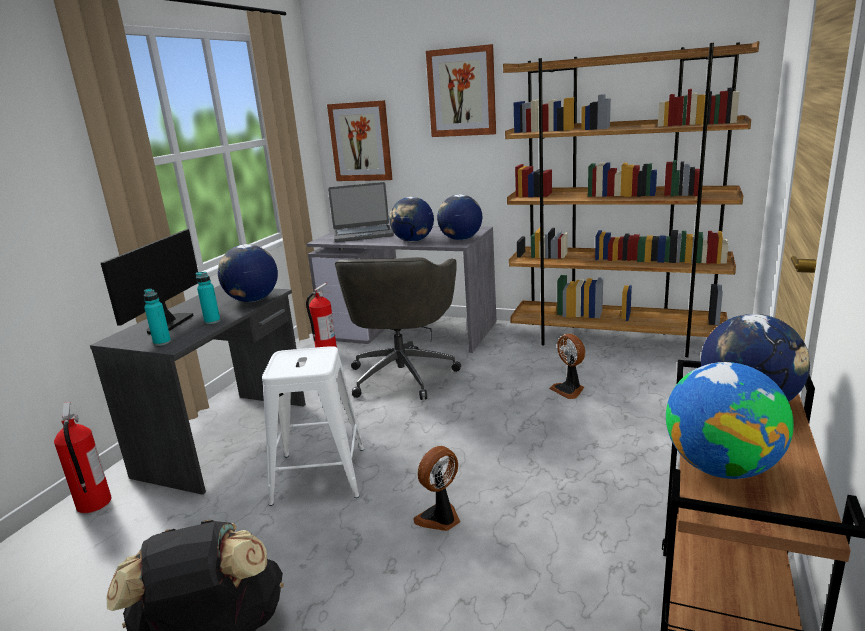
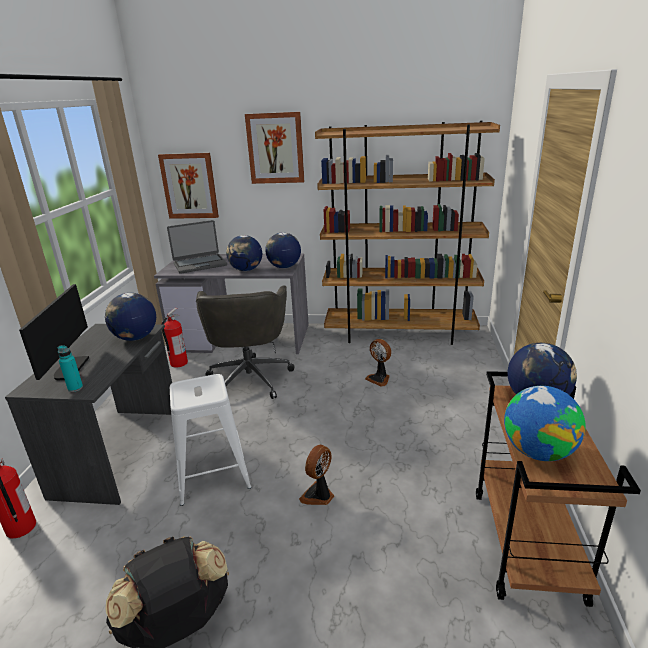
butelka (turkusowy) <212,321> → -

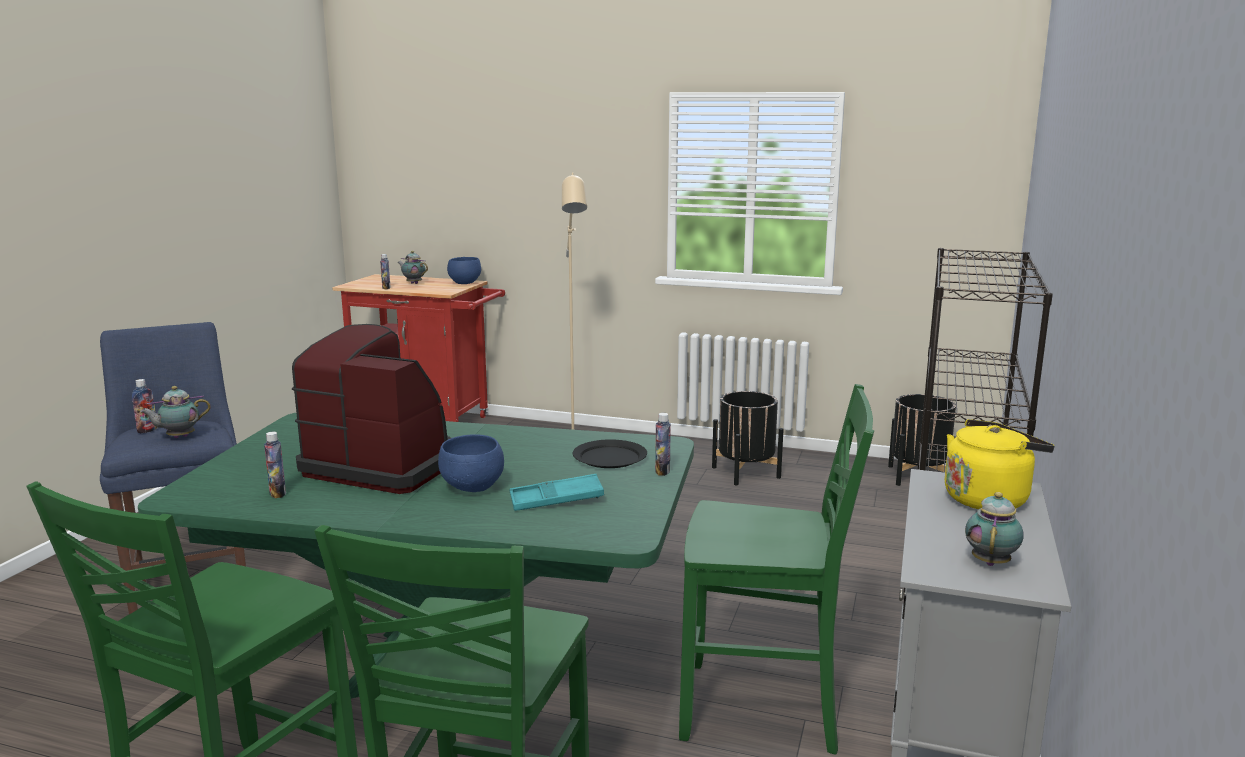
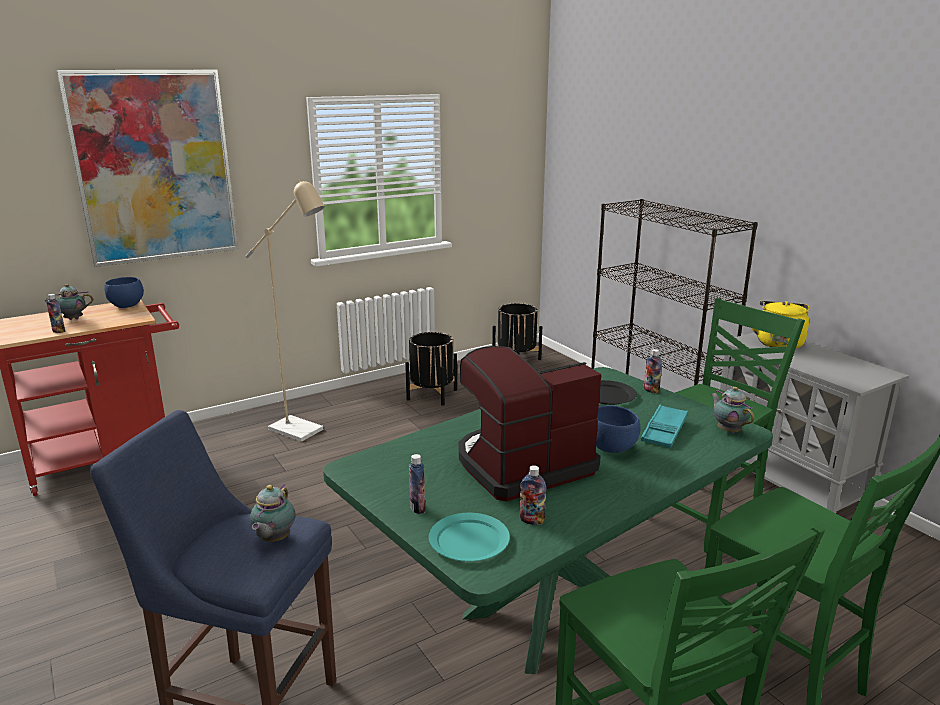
butelka <147,430> → butelka <417,508>, moved
imbryk <991,561> → imbryk <728,430>, moved
- → obraz <155,167>
- → talerz (turkusowy) <469,541>

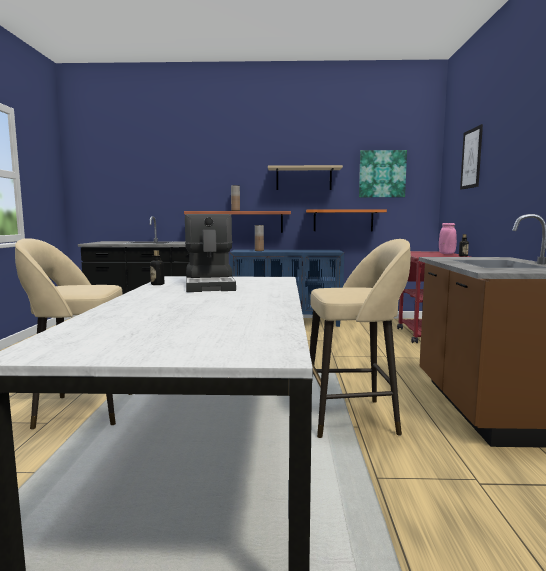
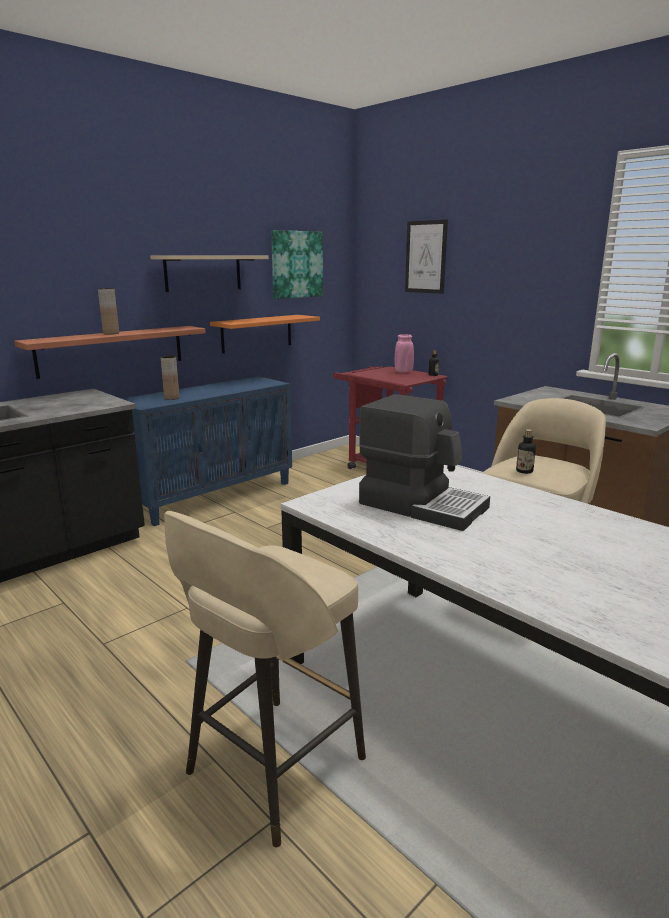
butelka <157,284> → butelka <524,471>, moved

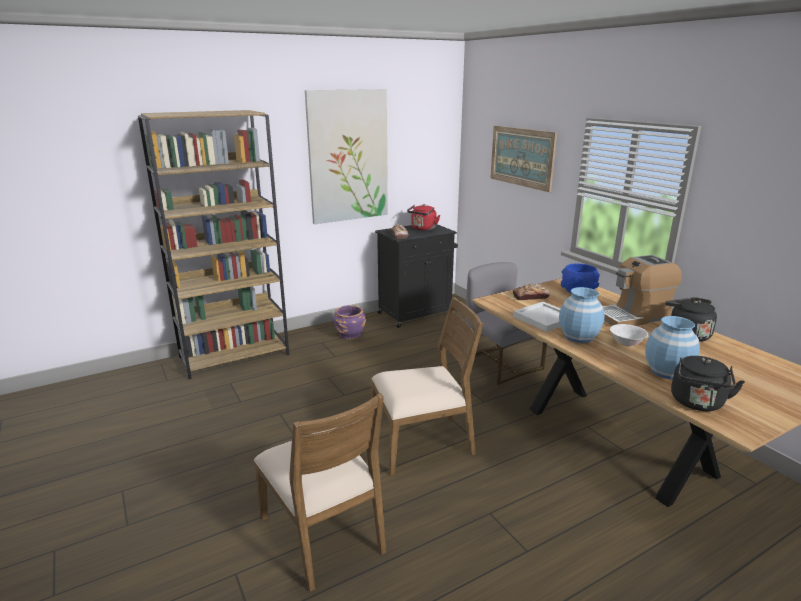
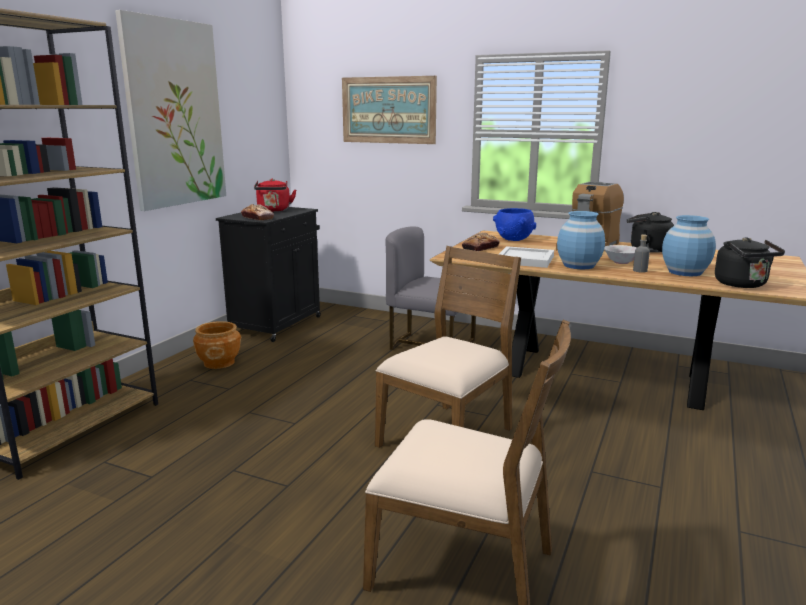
donica (fioletowy) <350,335> → donica (brązowy) <219,363>
- → butelka (szary) <640,270>

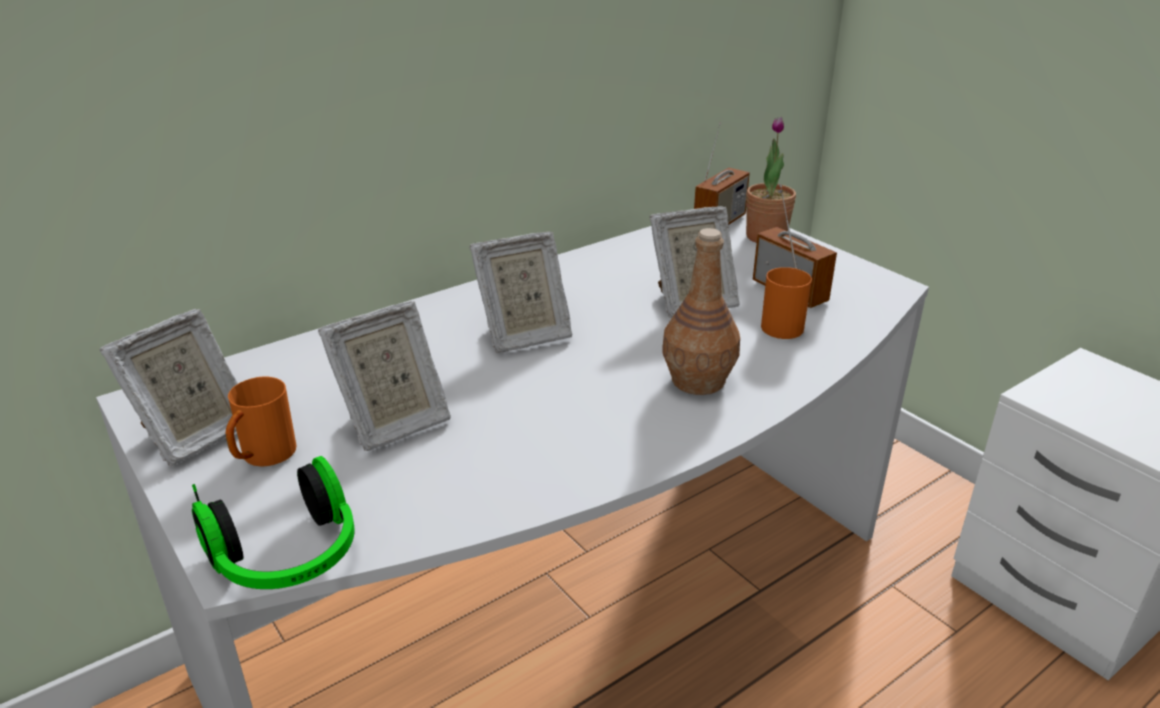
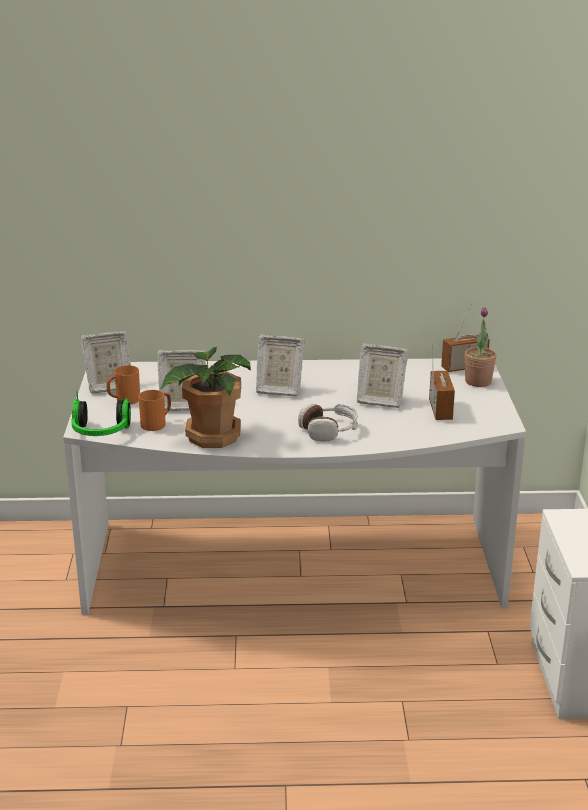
butelka (brązowy) <699,380> → słuchawki <329,430>
kubek (pomarańczowy) <781,325> → kubek (pomarańczowy) <157,424>, moved
- → roślina doniczkowa <211,436>

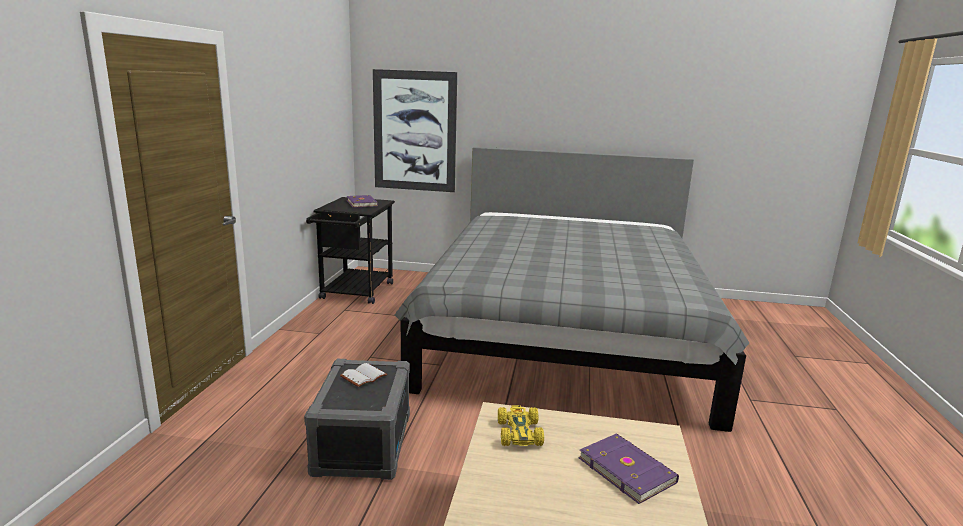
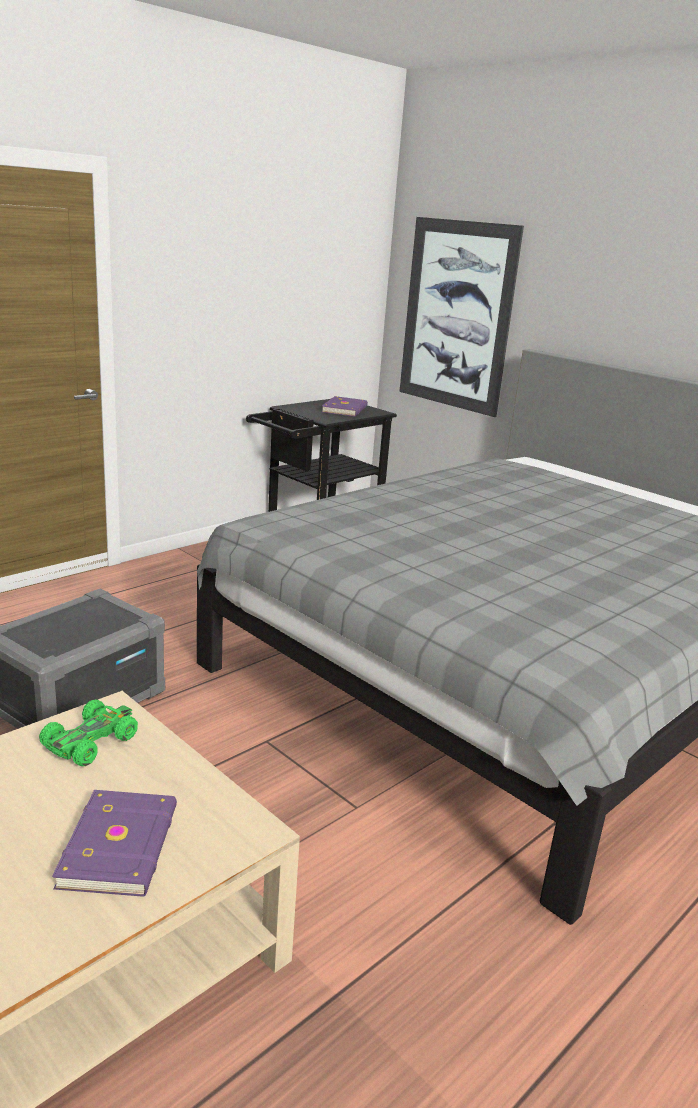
książka (biały) <363,376> → -
samochodzik (żółty) <519,432> → samochodzik (zielony) <91,741>

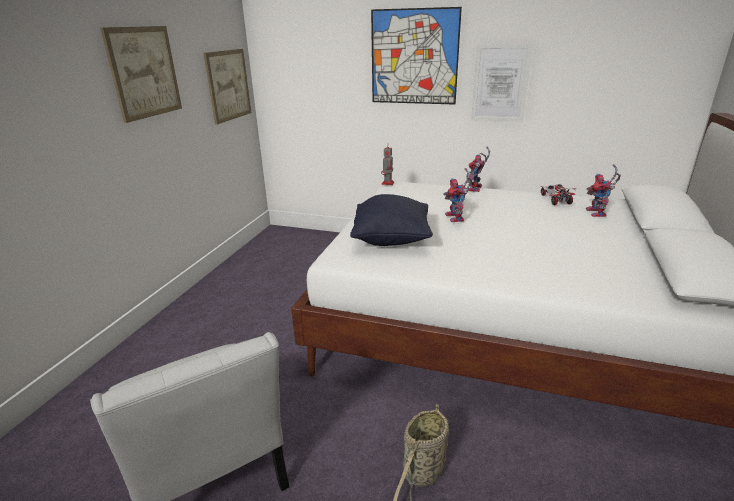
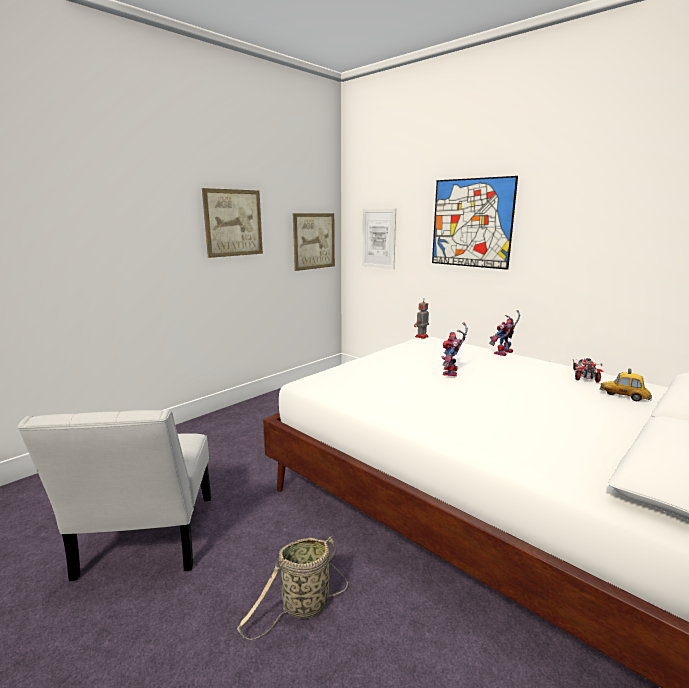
poduszka (czarny) <391,239> → -
obraz <500,83> → obraz <378,238>, moved
robot zabawkowy <598,213> → samochodzik <624,397>

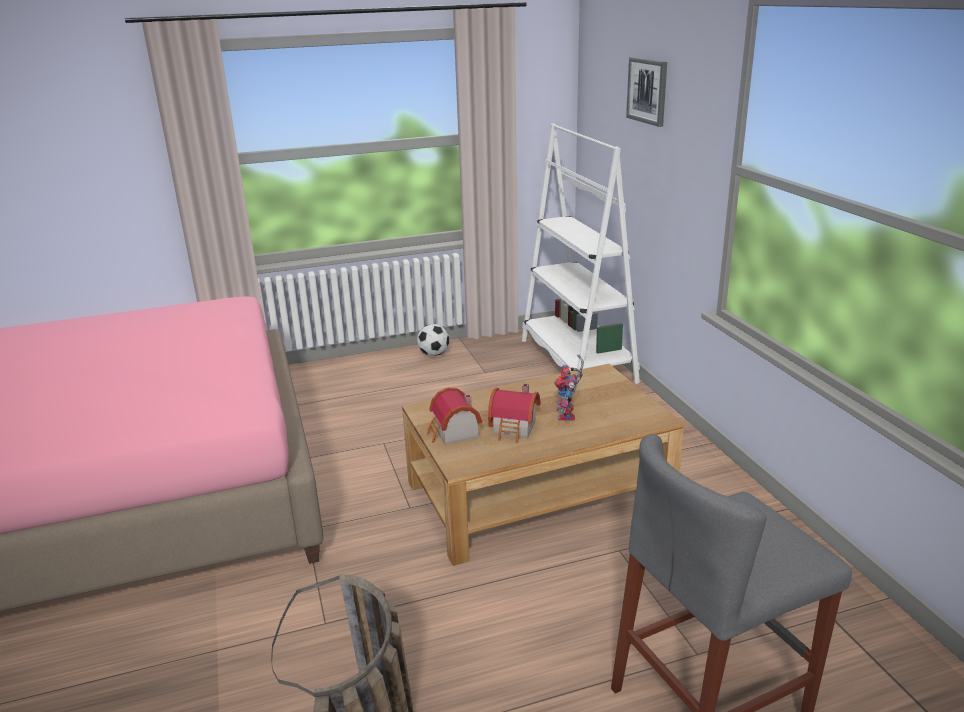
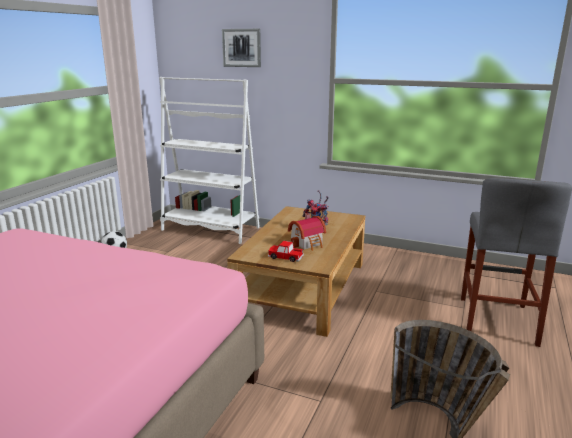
domek <453,434> → samochodzik <285,257>

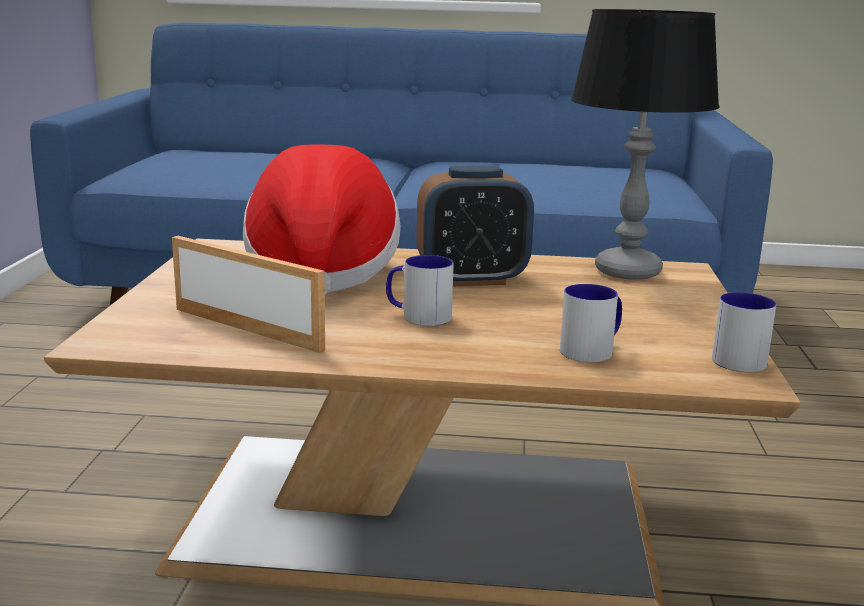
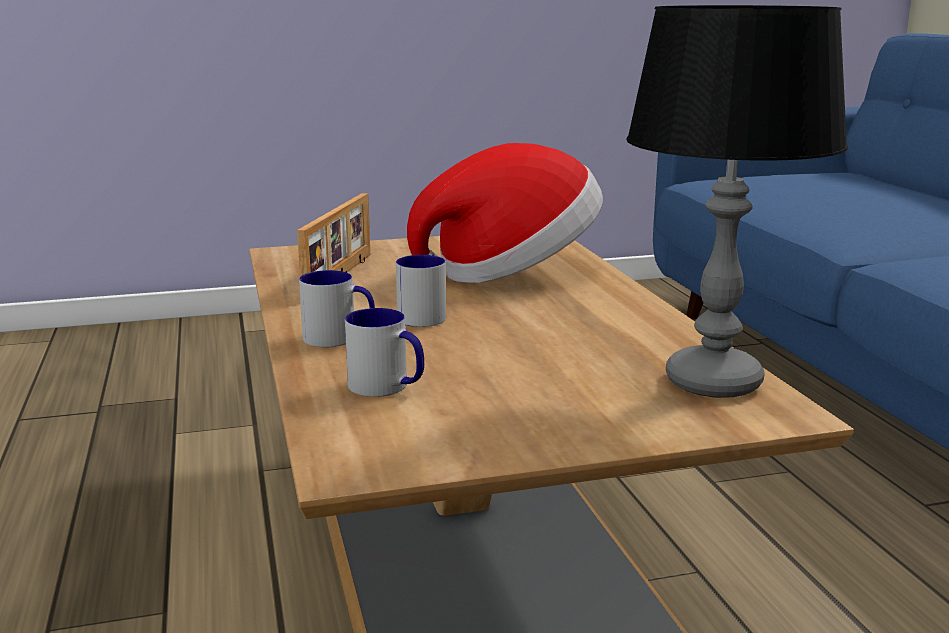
budzik <472,279> → -
kubek <741,358> → kubek <339,338>, moved

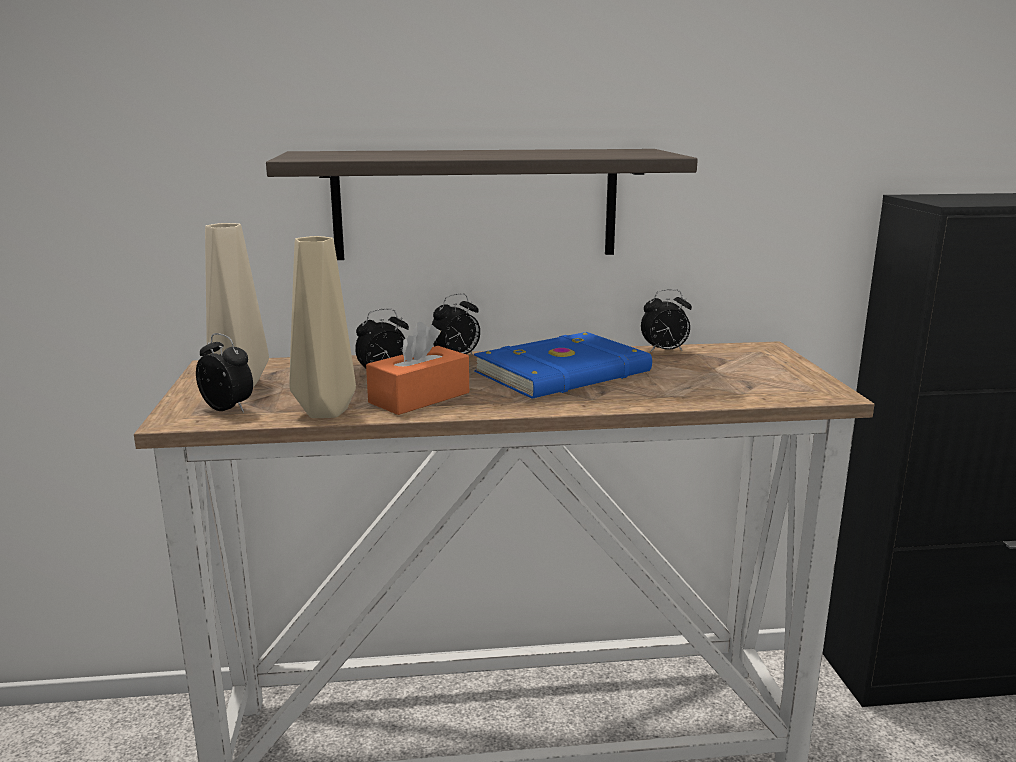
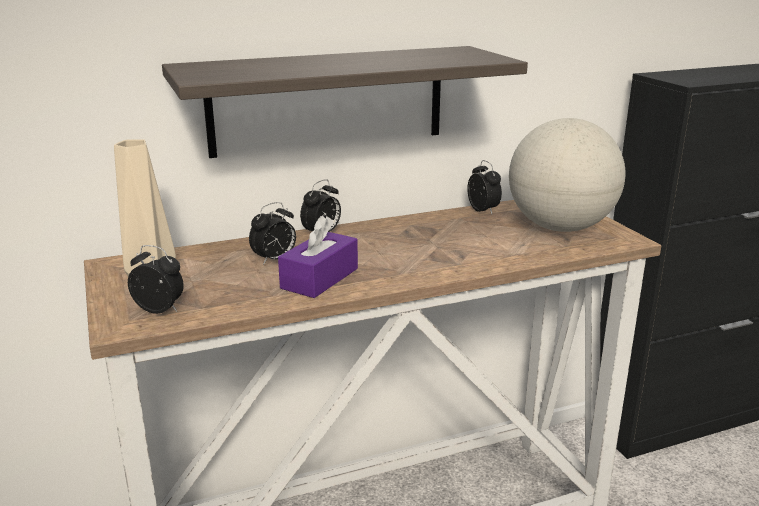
wazon (beżowy) <325,413> → -
pudełko chusteczek (pomarańczowy) <419,397> → pudełko chusteczek (fioletowy) <319,278>
książka (niebieski) <565,373> → -
budzik <664,351> → budzik <483,211>, 90 degrees counterclockwise
- → globus <560,228>

